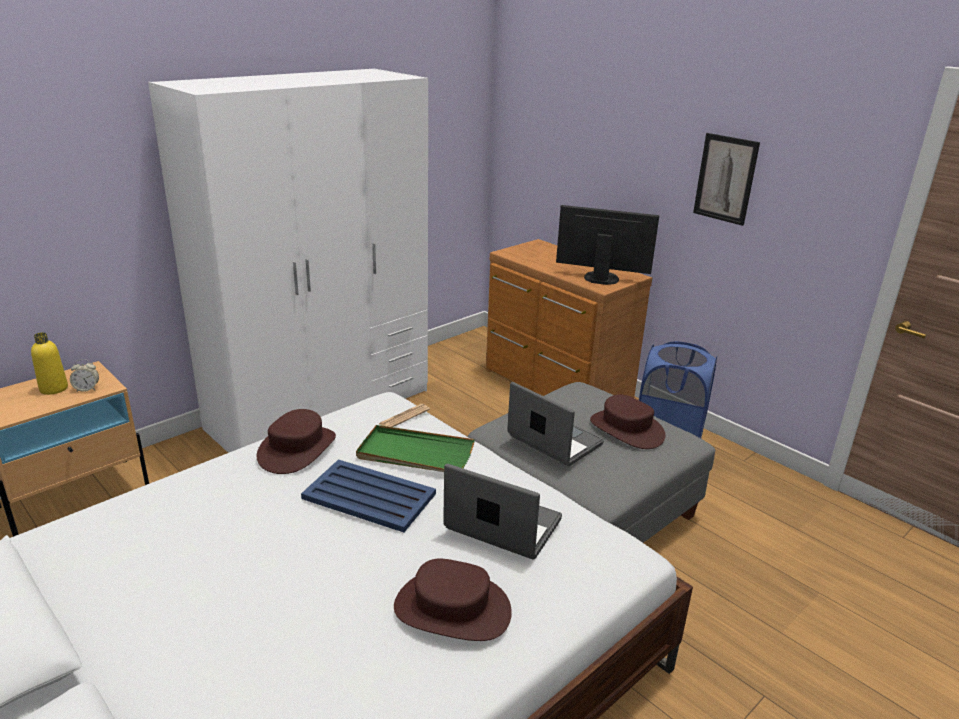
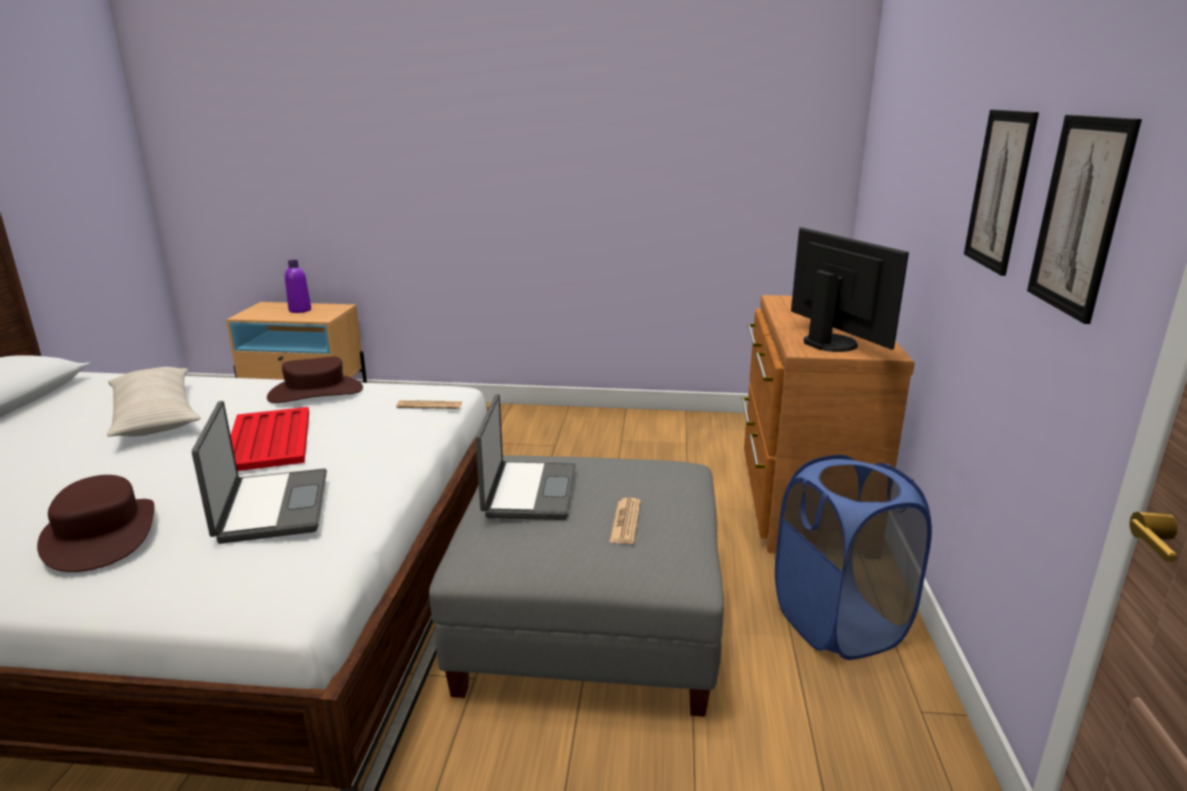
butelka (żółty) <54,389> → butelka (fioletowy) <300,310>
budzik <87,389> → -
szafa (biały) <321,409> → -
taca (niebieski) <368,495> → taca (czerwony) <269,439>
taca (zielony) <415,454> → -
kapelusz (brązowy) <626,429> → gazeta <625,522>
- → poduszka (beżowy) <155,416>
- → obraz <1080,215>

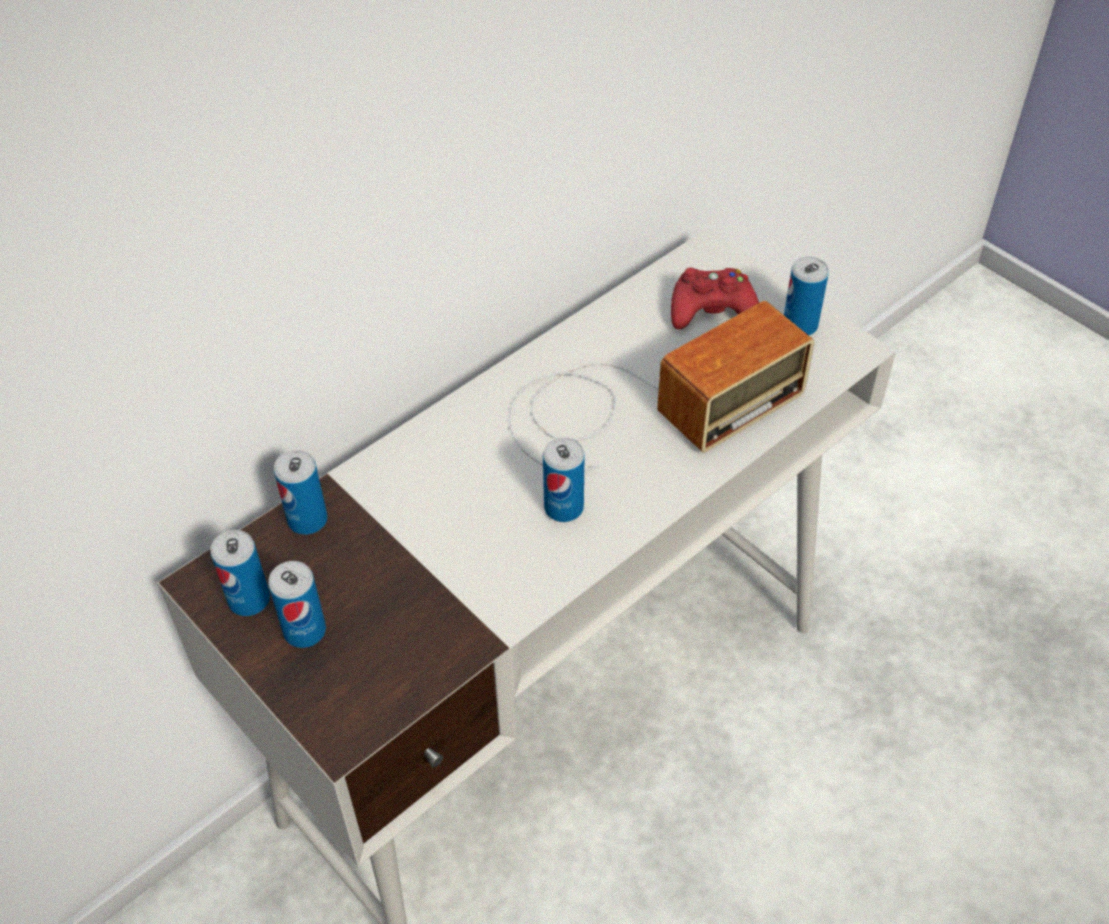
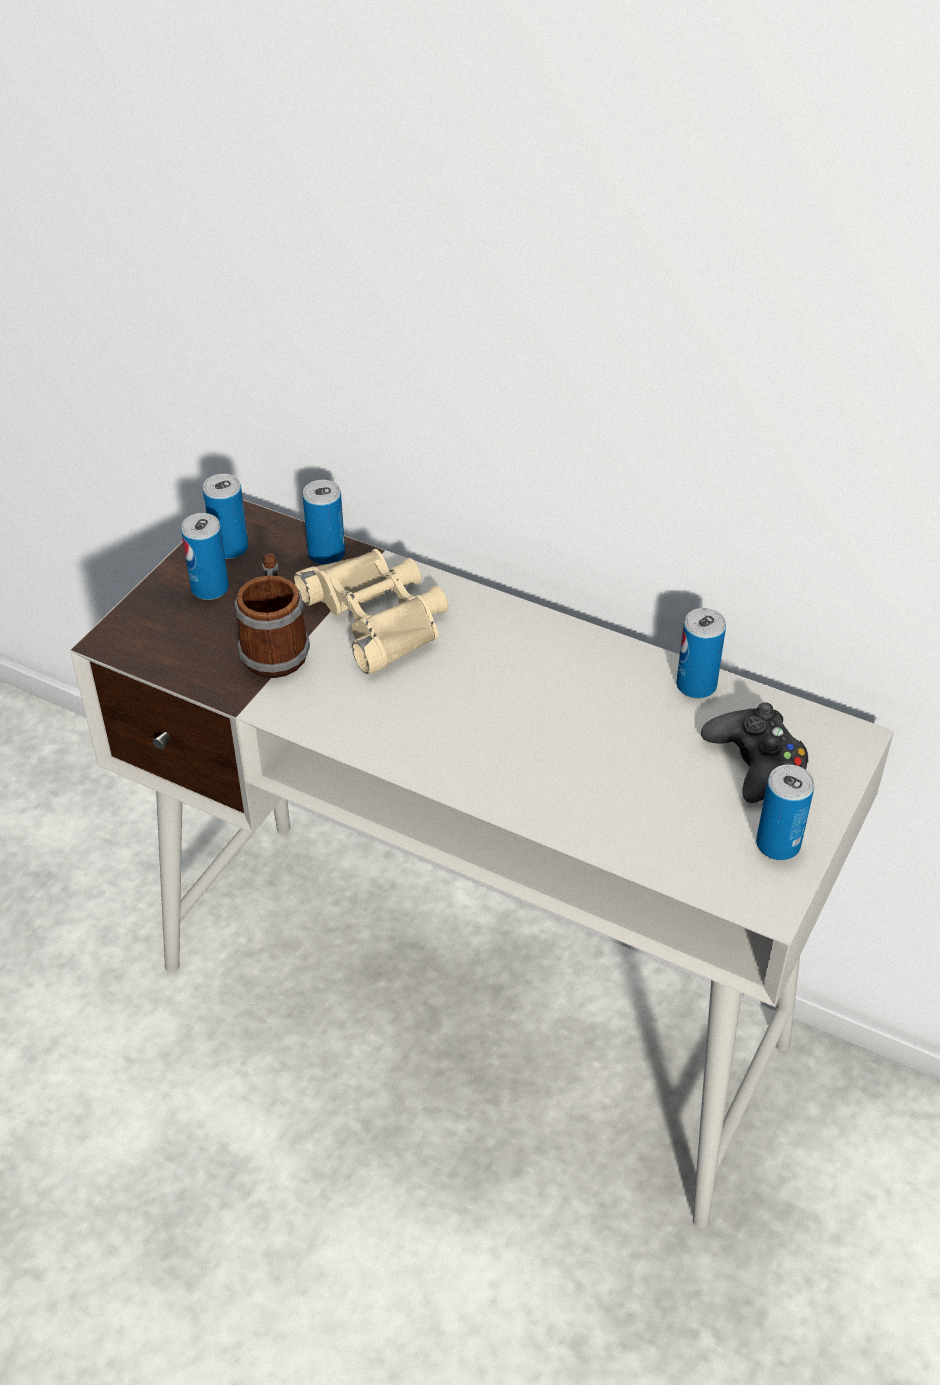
radio <642,407> → -
puszka <563,508> → puszka <696,685>, moved
pad do gier (czerwony) <712,310> → pad do gier (czarny) <756,762>
- → kubek <275,647>
- → lornetka (beżowy) <378,616>

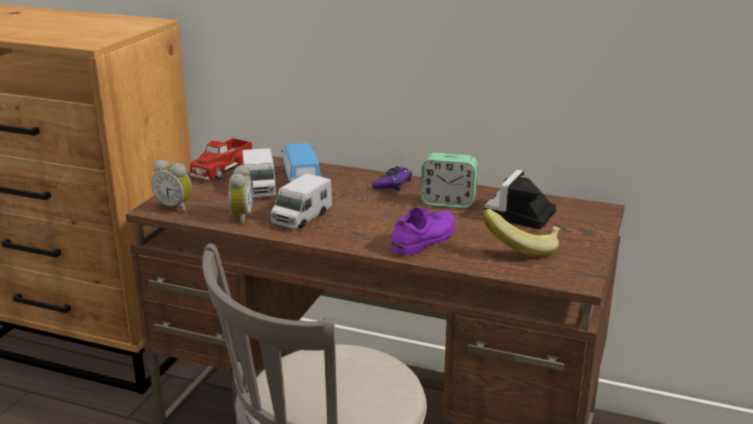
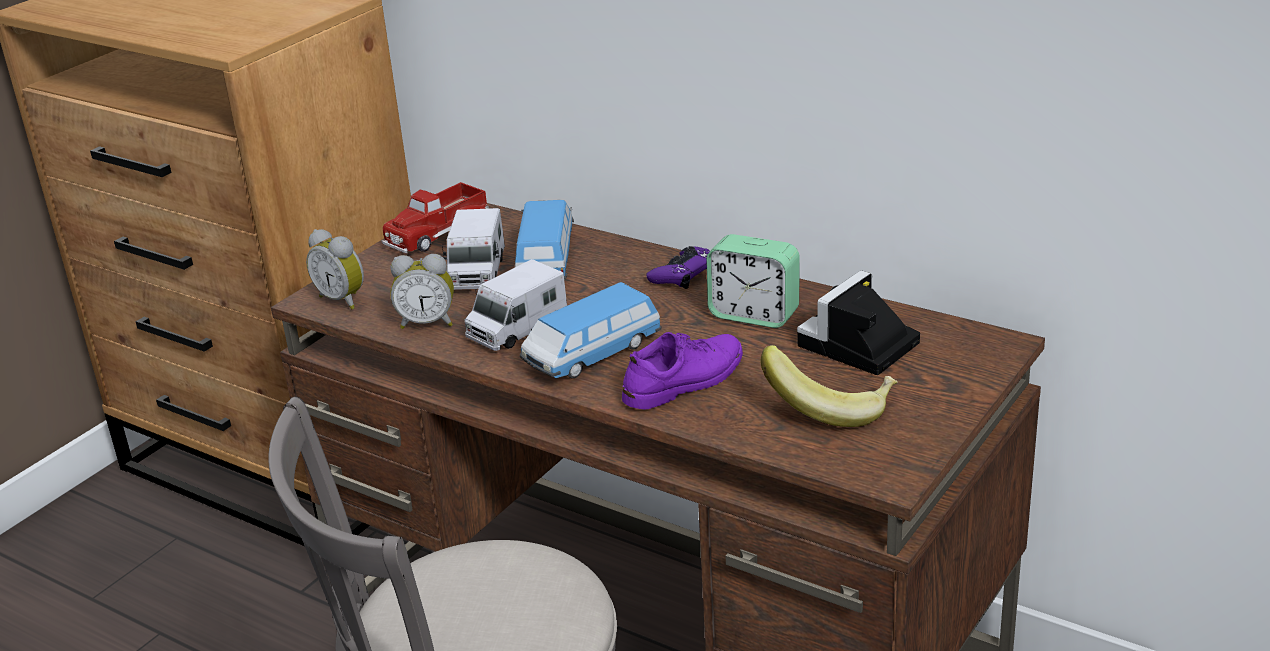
budzik <240,217> → budzik <427,322>, 75 degrees clockwise
- → samochodzik <592,355>

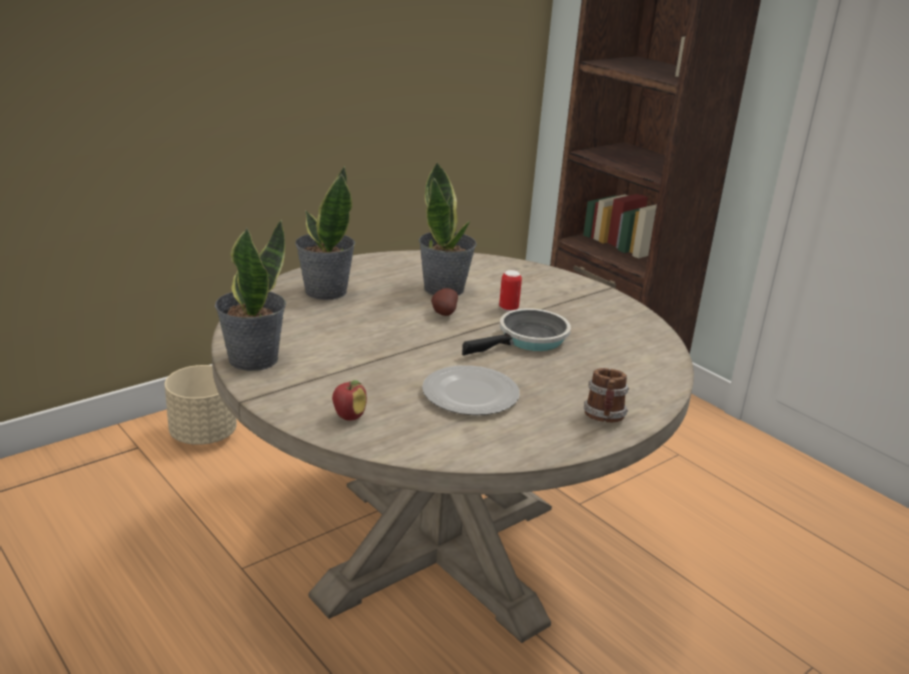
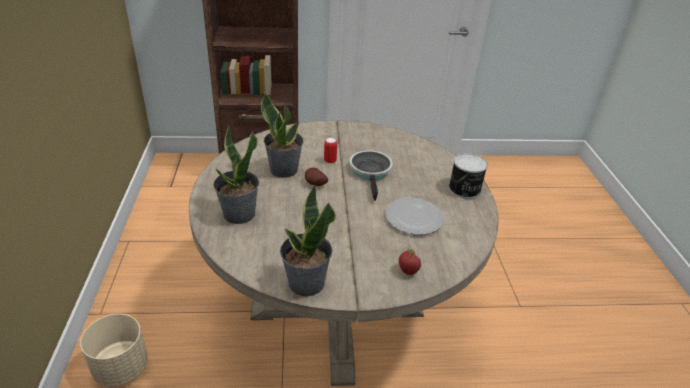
kubek <604,418> → puszka <464,189>

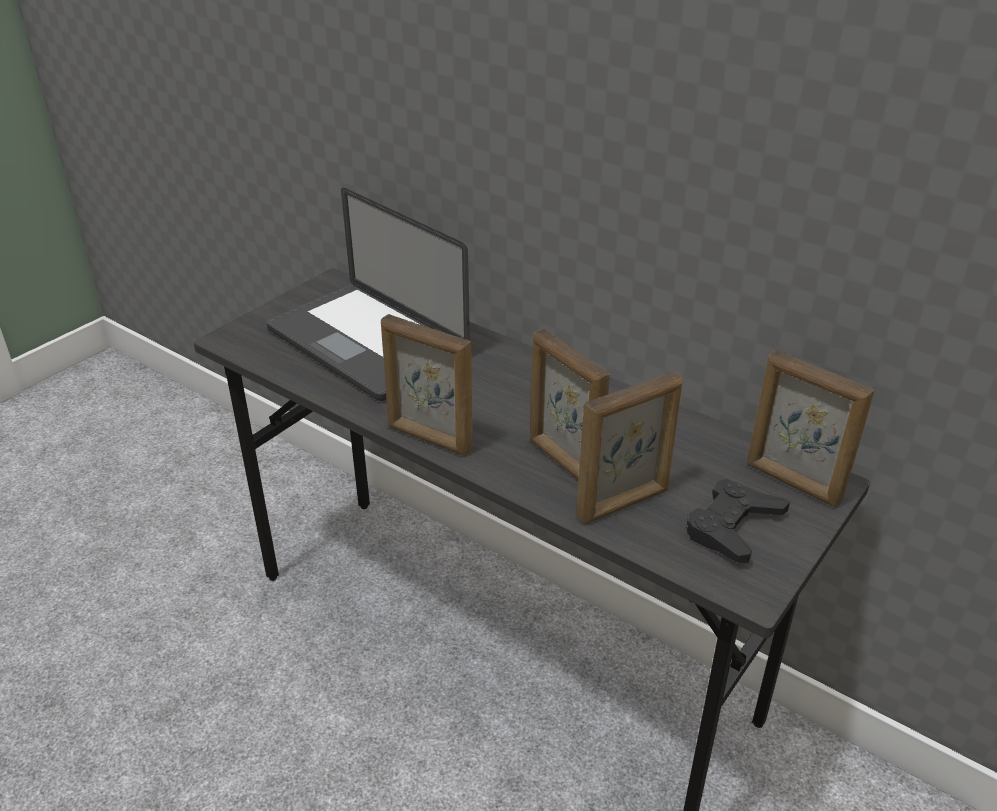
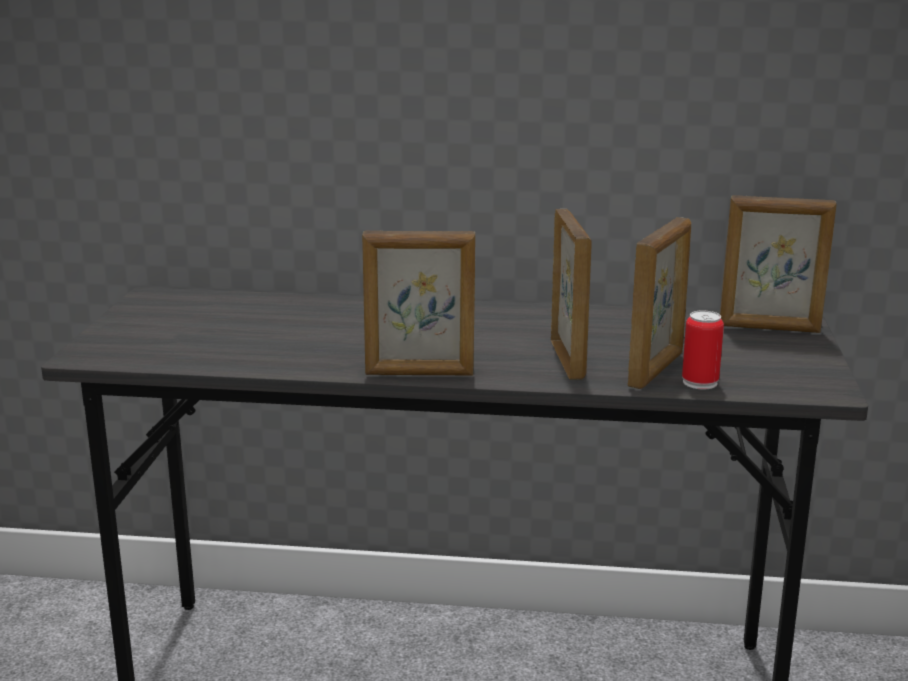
laptop <366,343> → -
ramka na zdjęcie <563,462> → ramka na zdjęcie <568,359>, 120 degrees counterclockwise
pad do gier (czarny) <732,527> → -
- → puszka <700,382>

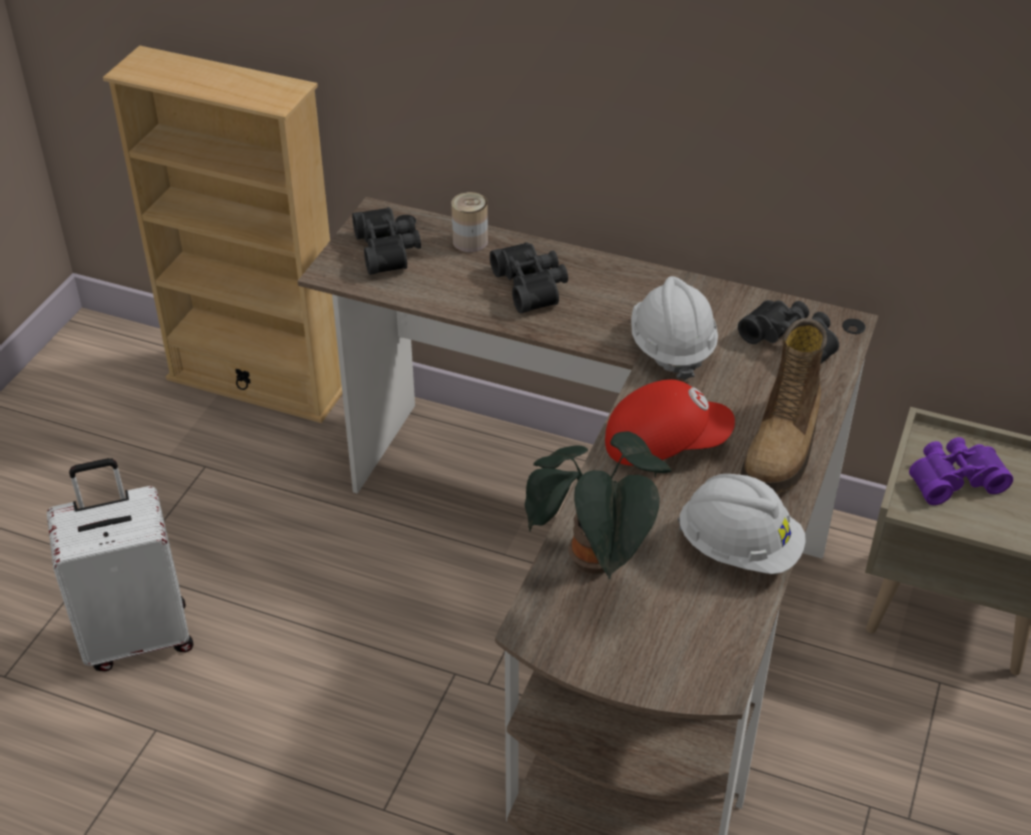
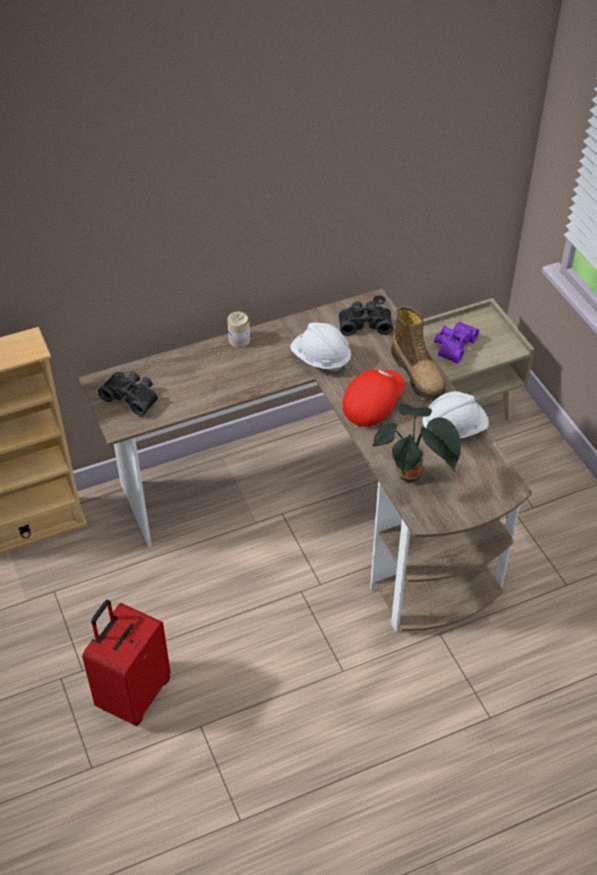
walizka (biały) <137,635> → walizka (czerwony) <133,694>
puszka <470,241> → puszka <239,340>, moved
lornetka (czarny) <532,286> → -

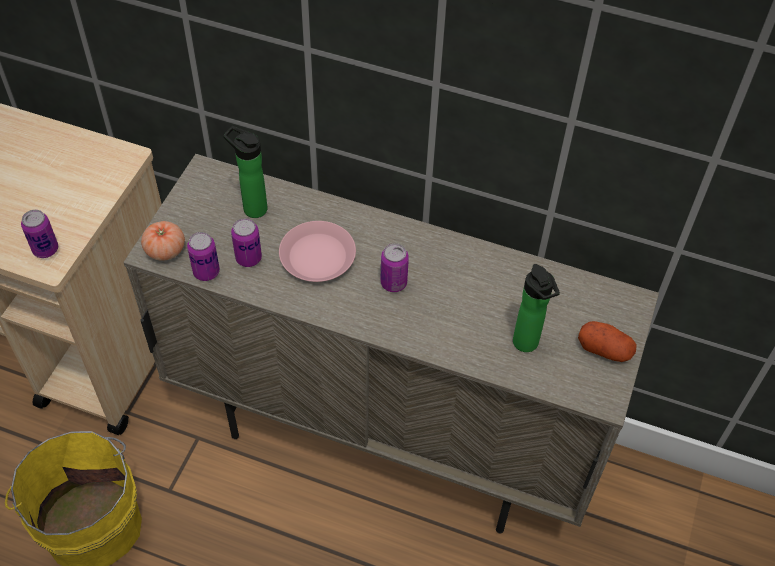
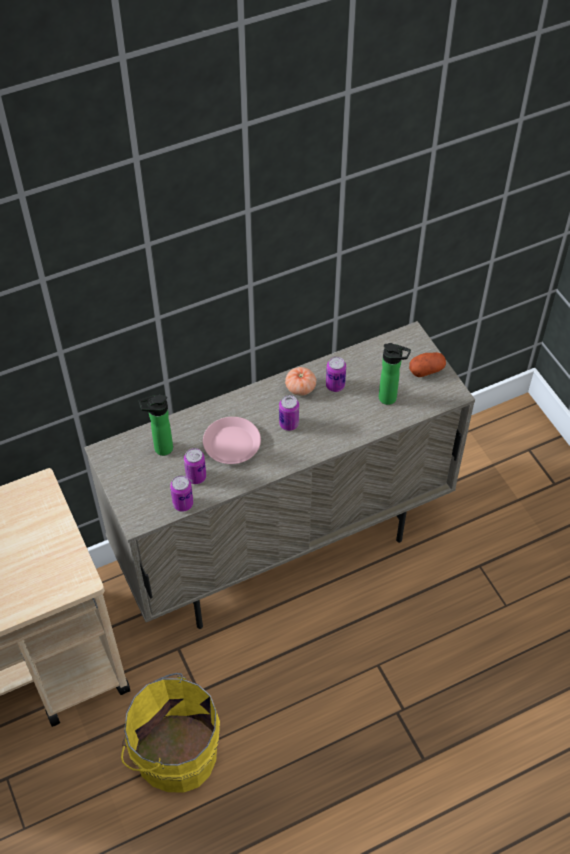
puszka <45,249> → puszka <335,385>, moved
pomidor <165,250> → pomidor <300,388>, moved

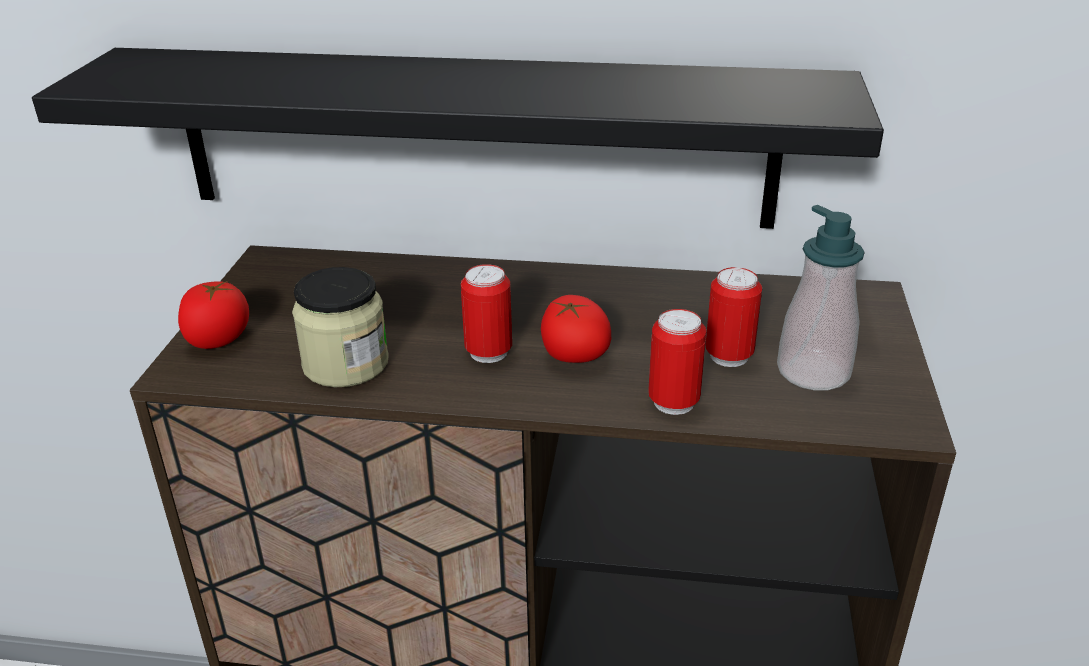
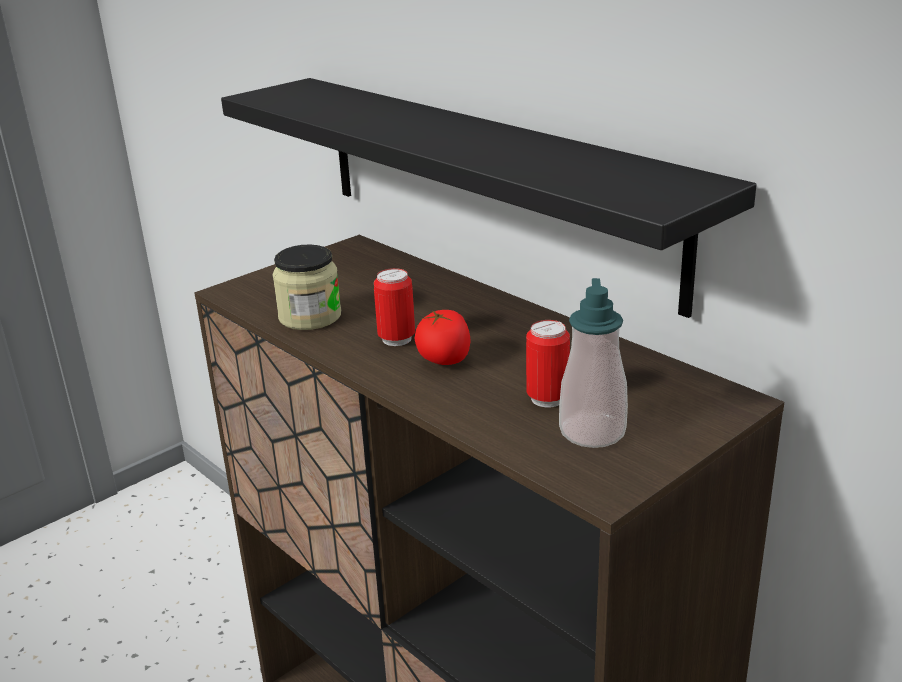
pomidor <218,339> → -
puszka <673,402> → -

